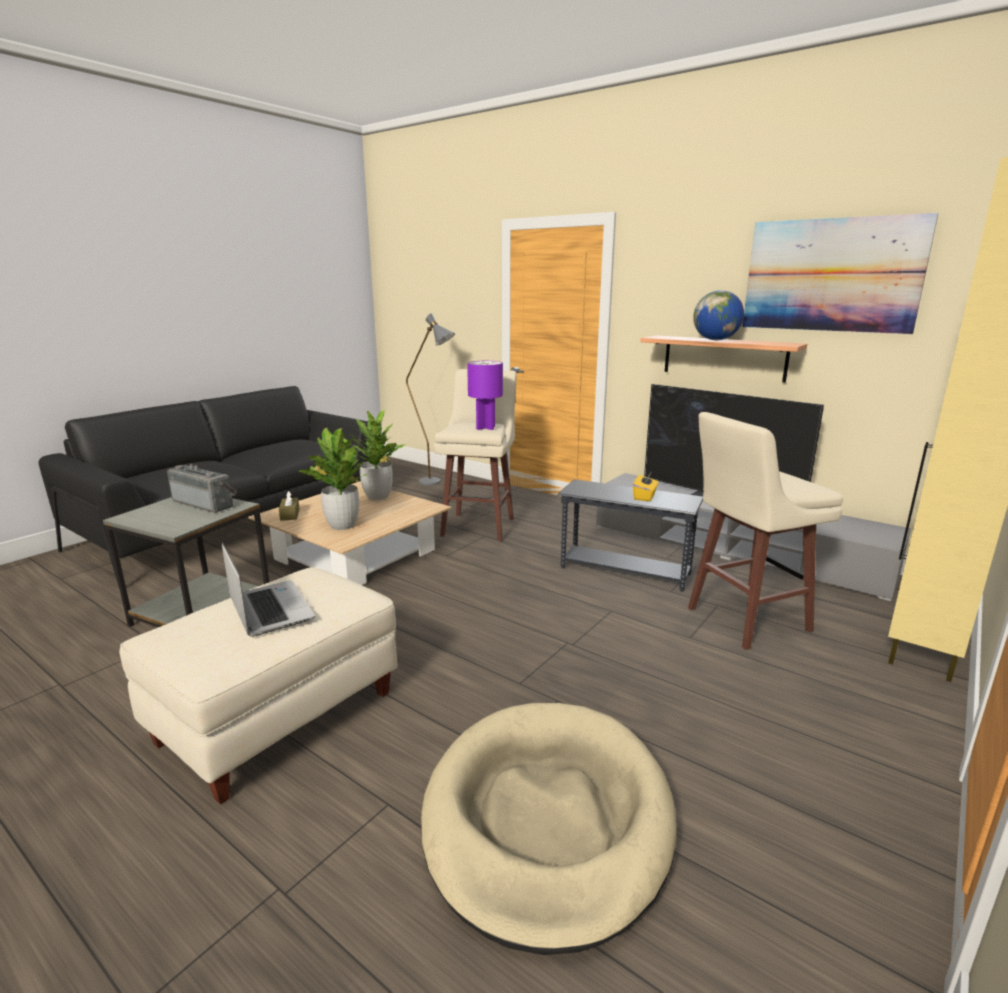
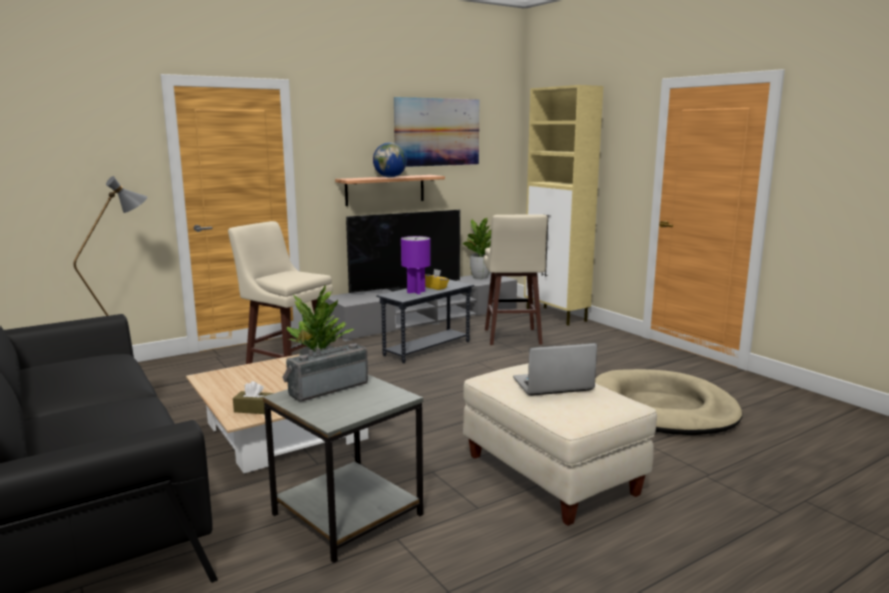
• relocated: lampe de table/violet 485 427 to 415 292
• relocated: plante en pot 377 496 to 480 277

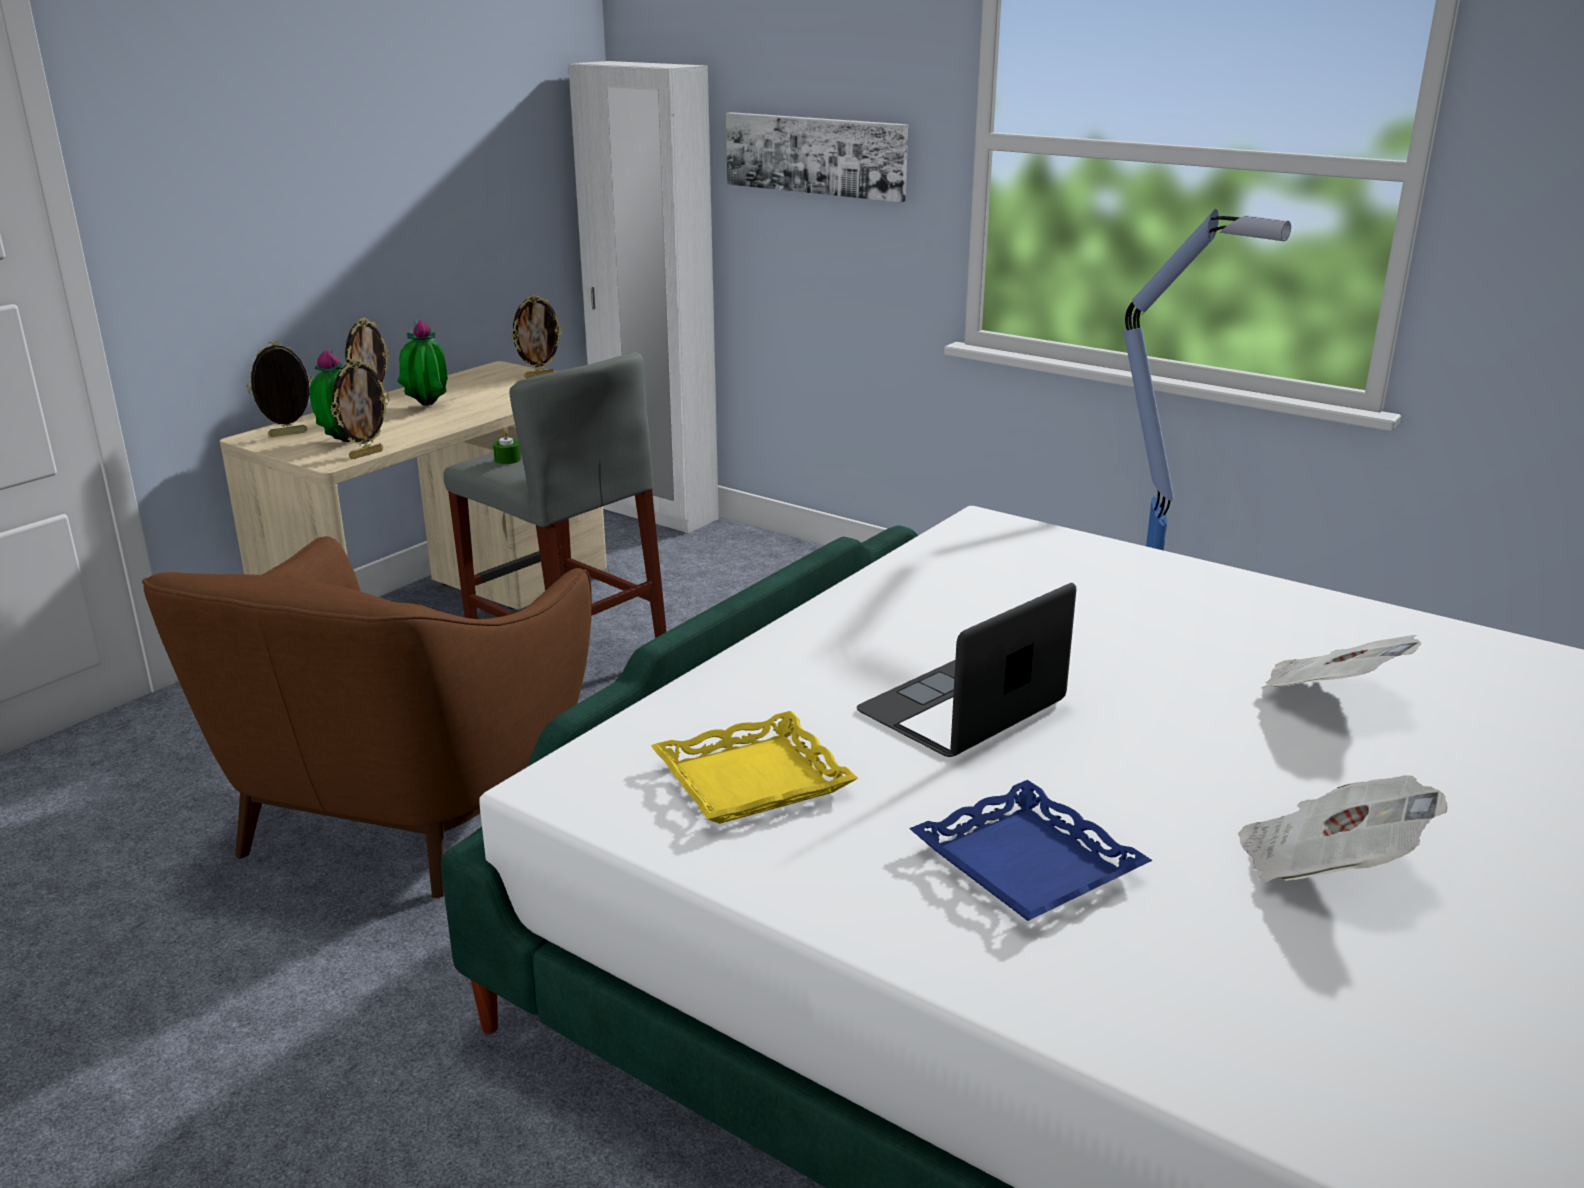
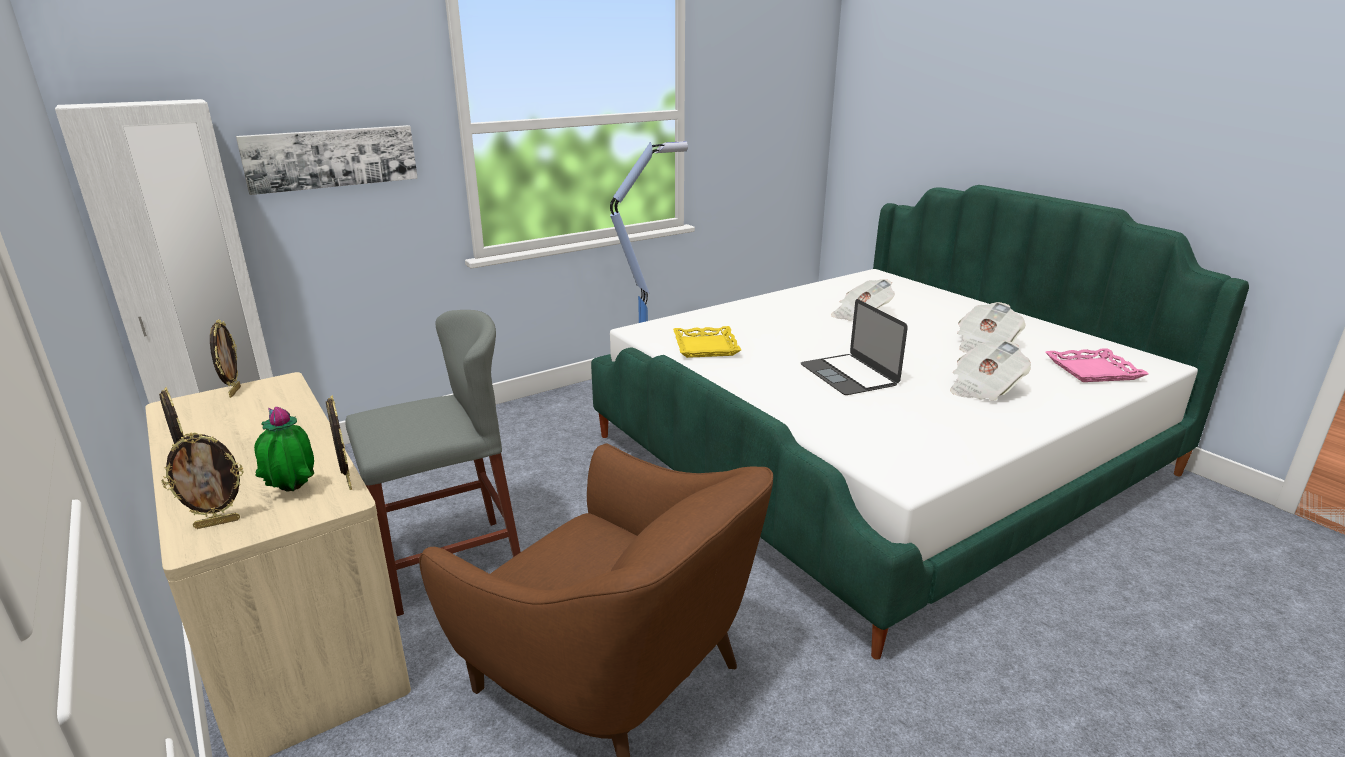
• spun: cadre photo 288 434 = 218 523 105 degrees counterclockwise
• relocated: plateau/jaune 752 779 to 705 347
• exchanged: plateau/bleu 1025 864 to journal 983 389
• appeared: plateau/rose 1092 370
• missing: plante en pot 427 407
• missing: bougie/vert 507 459

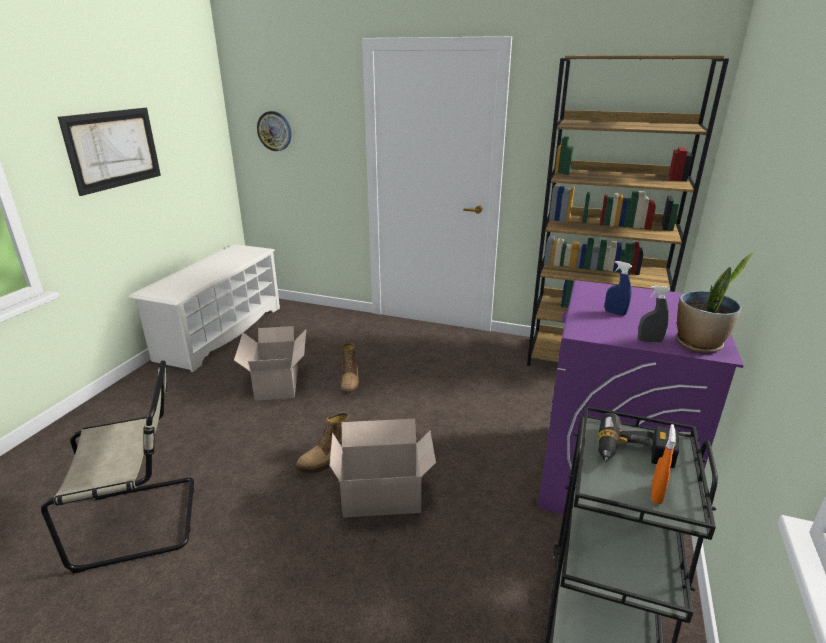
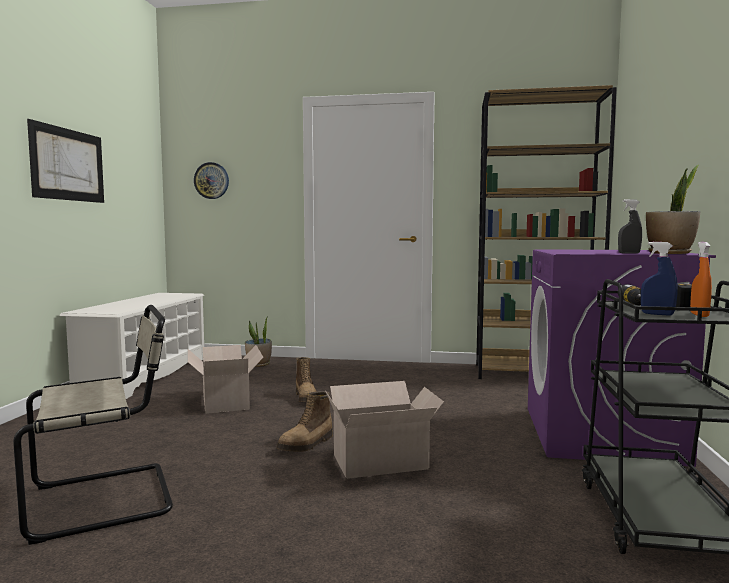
• appeared: plante en pot 259 364
• relocated: vaporisateur/bleu 615 313 to 657 314

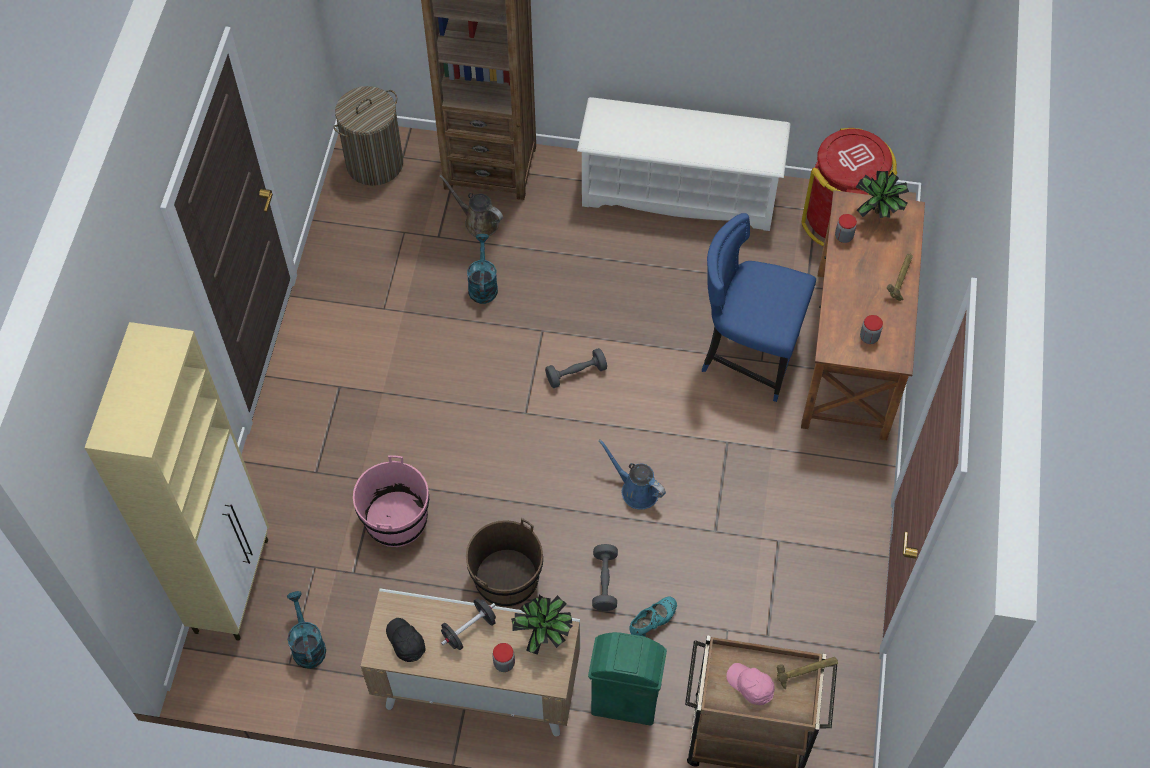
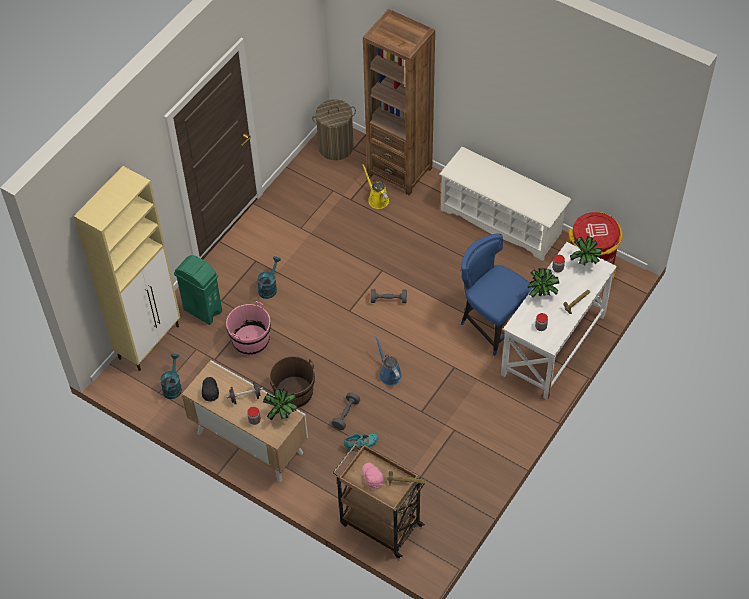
• relocated: poubelle/vert 624 702 to 202 310
• relocated: arrosoir/turquoise 482 284 to 269 287
• colour: arrosoir/marron 478 222 to arrosoir/jaune 377 199
• colour: bureau/marron 852 353 to bureau/blanc 553 345
• appeared: plante en pot 542 293

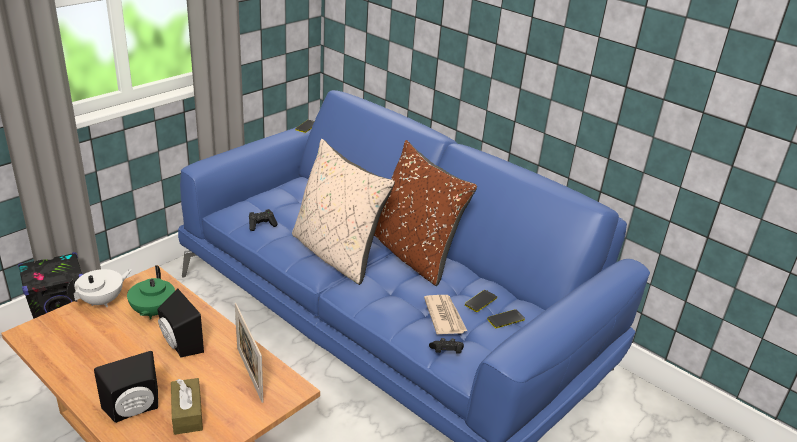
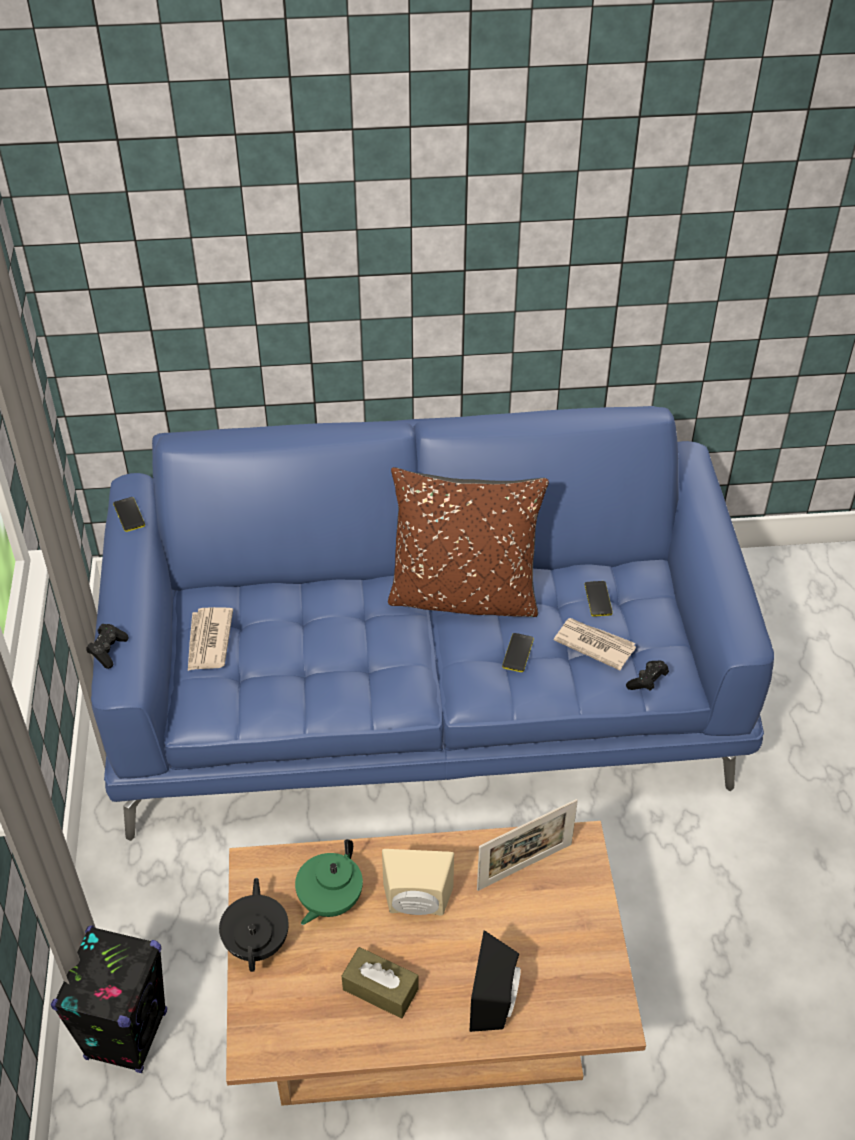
• relocated: manette/noir 261 225 to 108 651
• appeared: journal 208 641
• colour: théière/blanc 103 301 to théière/noir 257 942
• spun: théière/vert 152 312 = 329 901 75 degrees clockwise
• relocated: boîte à mouchoirs/marron 187 413 to 380 989
• colour: enceinte/noir 179 345 to enceinte/beige 417 905
• spun: cadre photo 249 374 = 524 866 45 degrees counterclockwise
• relocated: téléphone 505 319 to 518 653
• missing: coussin/beige 336 254

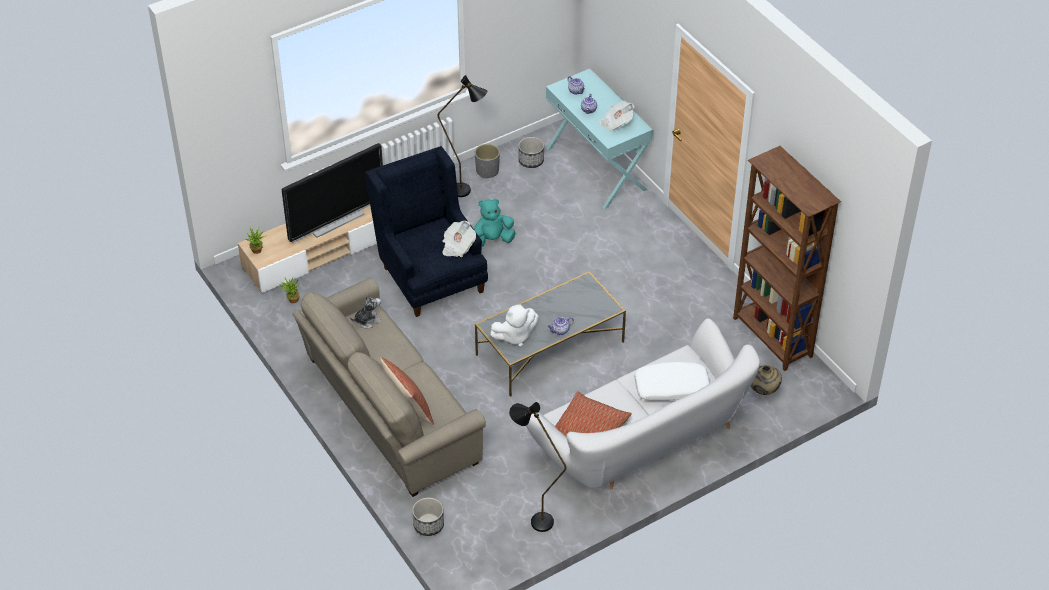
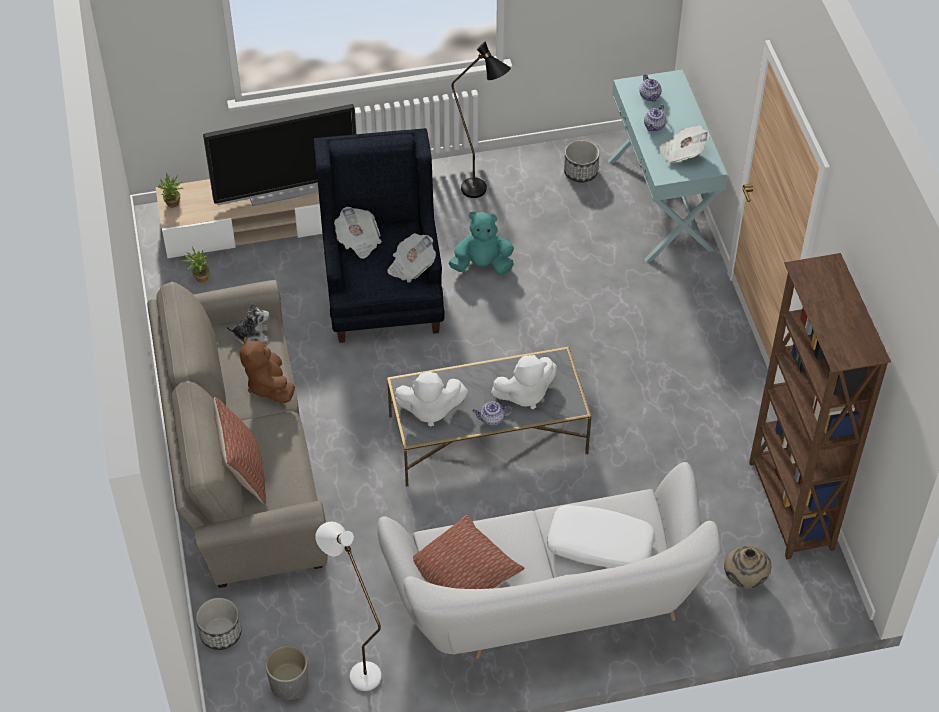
• appeared: peluche/marron 268 385
• relocated: cache-pot/gris 487 171 to 289 684
• colour: lampadaire/noir 534 519 to lampadaire/blanc 357 669
• appeared: journal 358 241
• appeared: peluche/blanc 525 394

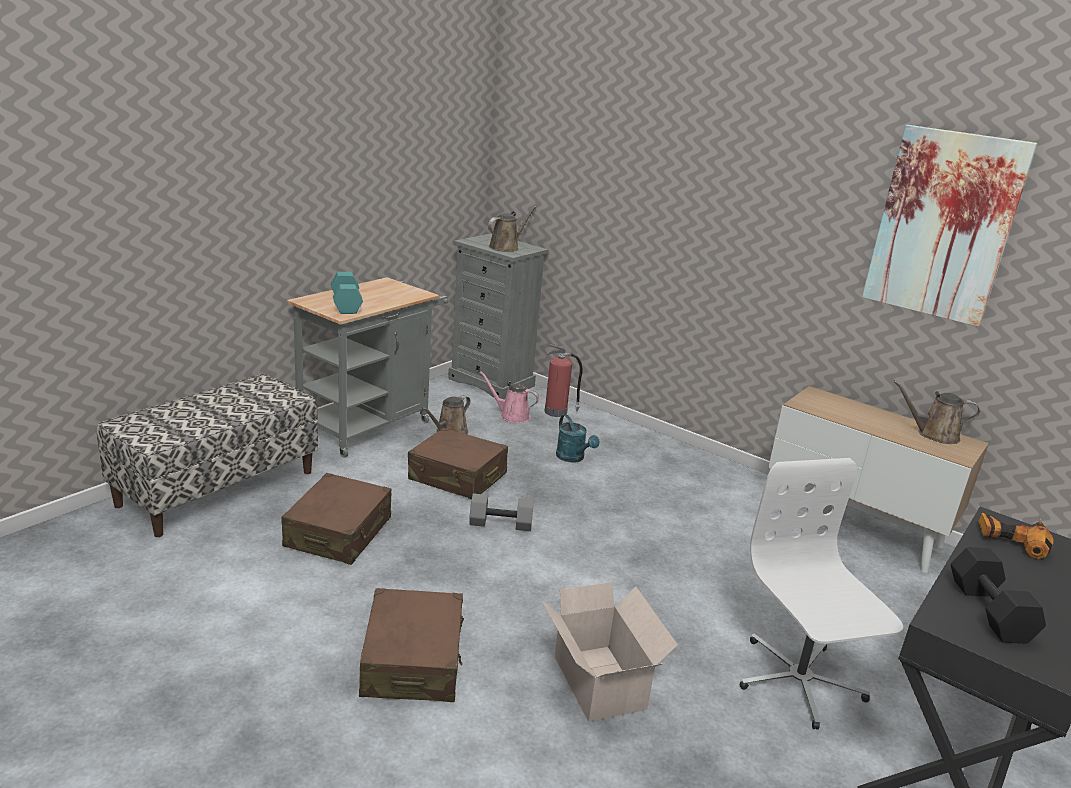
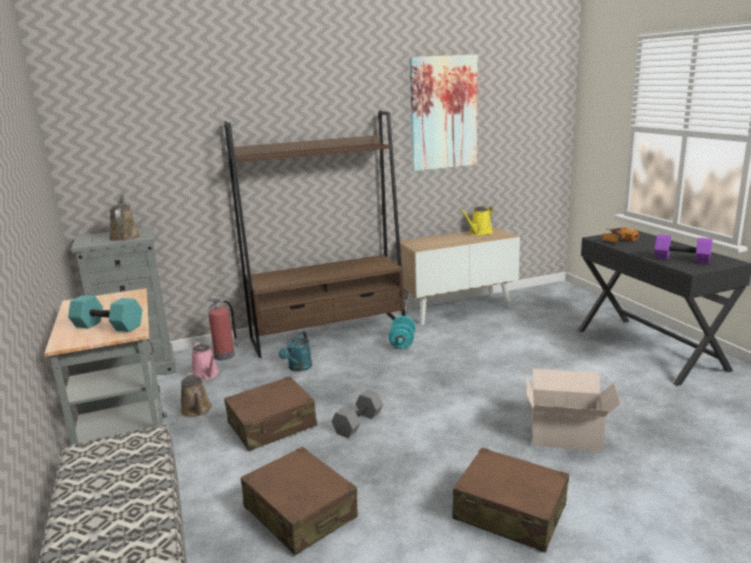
• spun: arrosoir/rose 511 416 = 206 375 90 degrees counterclockwise
• appeared: bibliothèque/marron 329 334
• spun: arrosoir/turquoise 573 458 = 298 368 105 degrees clockwise
• appeared: haltère/turquoise 402 343
• colour: arrosoir/marron 934 434 to arrosoir/jaune 479 233
• colour: haltère/noir 991 612 to haltère/violet 682 259
• missing: chaise de bureau/blanc 798 681

